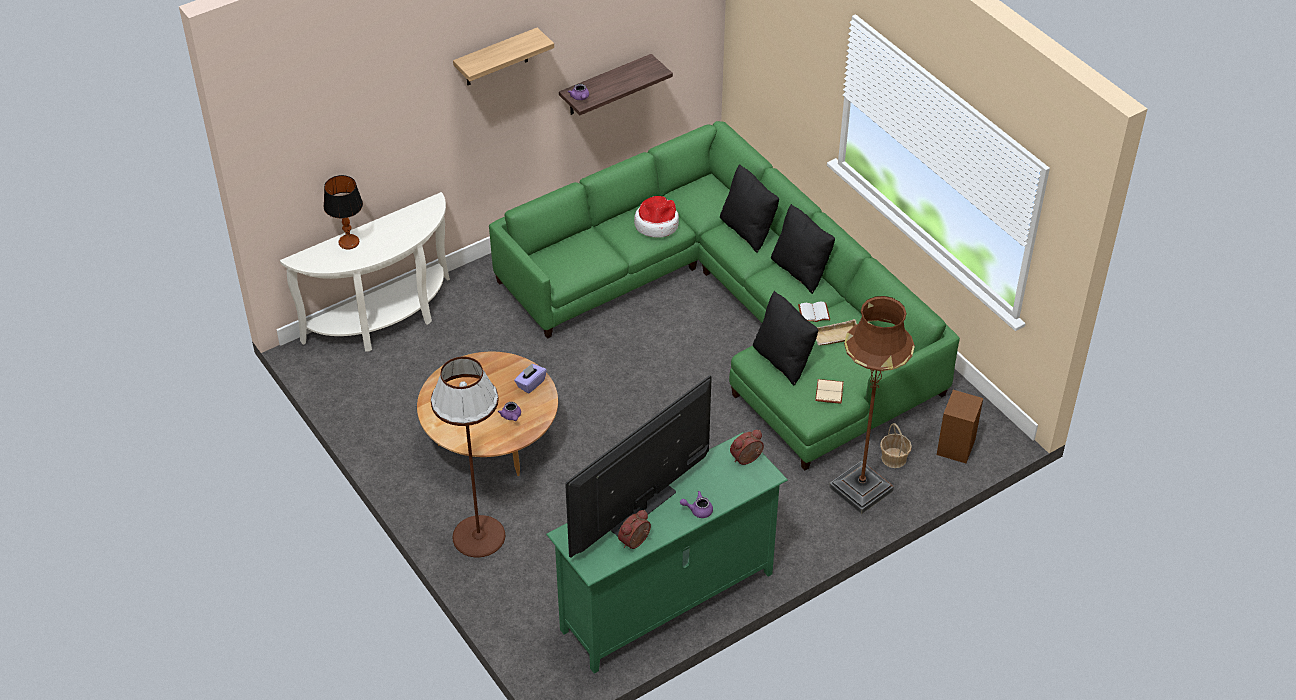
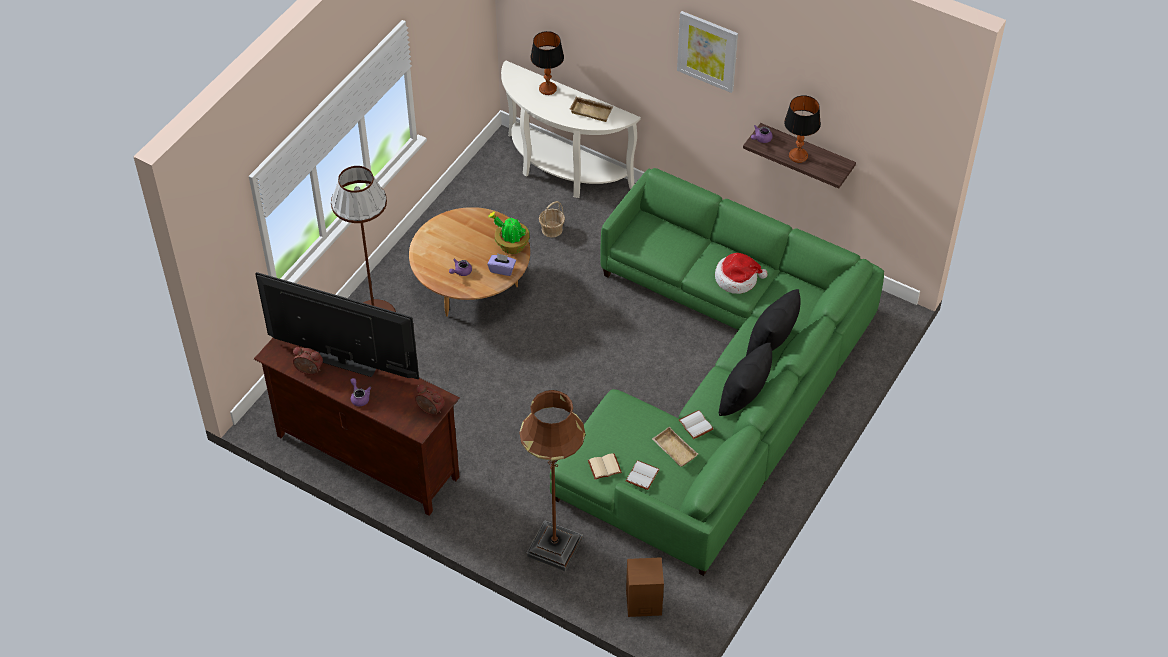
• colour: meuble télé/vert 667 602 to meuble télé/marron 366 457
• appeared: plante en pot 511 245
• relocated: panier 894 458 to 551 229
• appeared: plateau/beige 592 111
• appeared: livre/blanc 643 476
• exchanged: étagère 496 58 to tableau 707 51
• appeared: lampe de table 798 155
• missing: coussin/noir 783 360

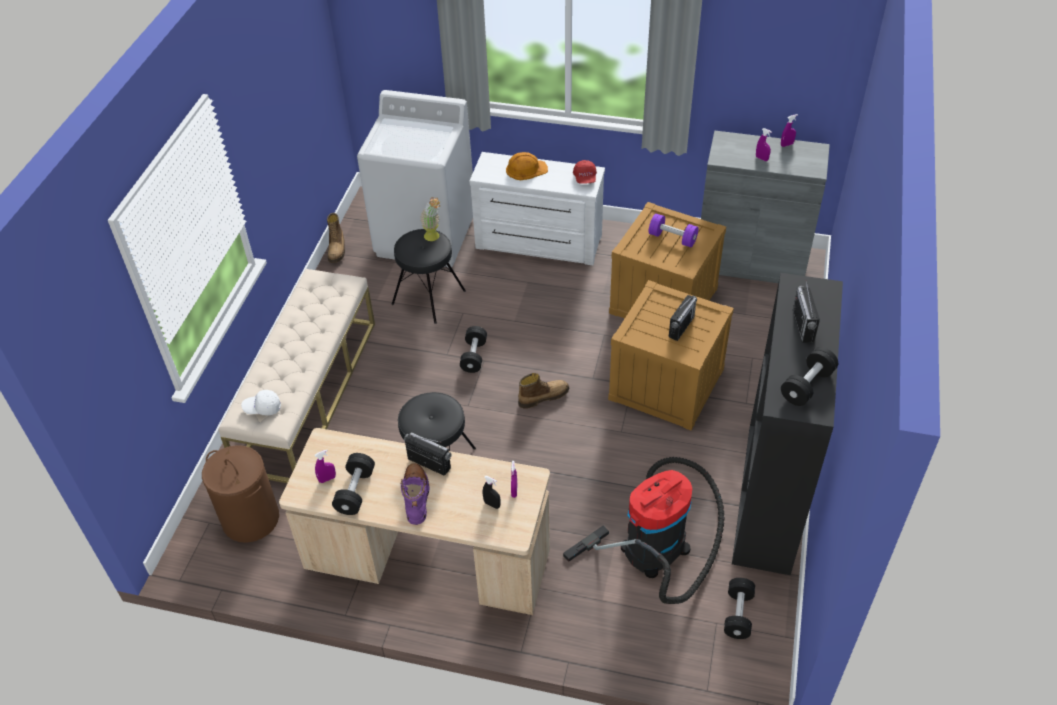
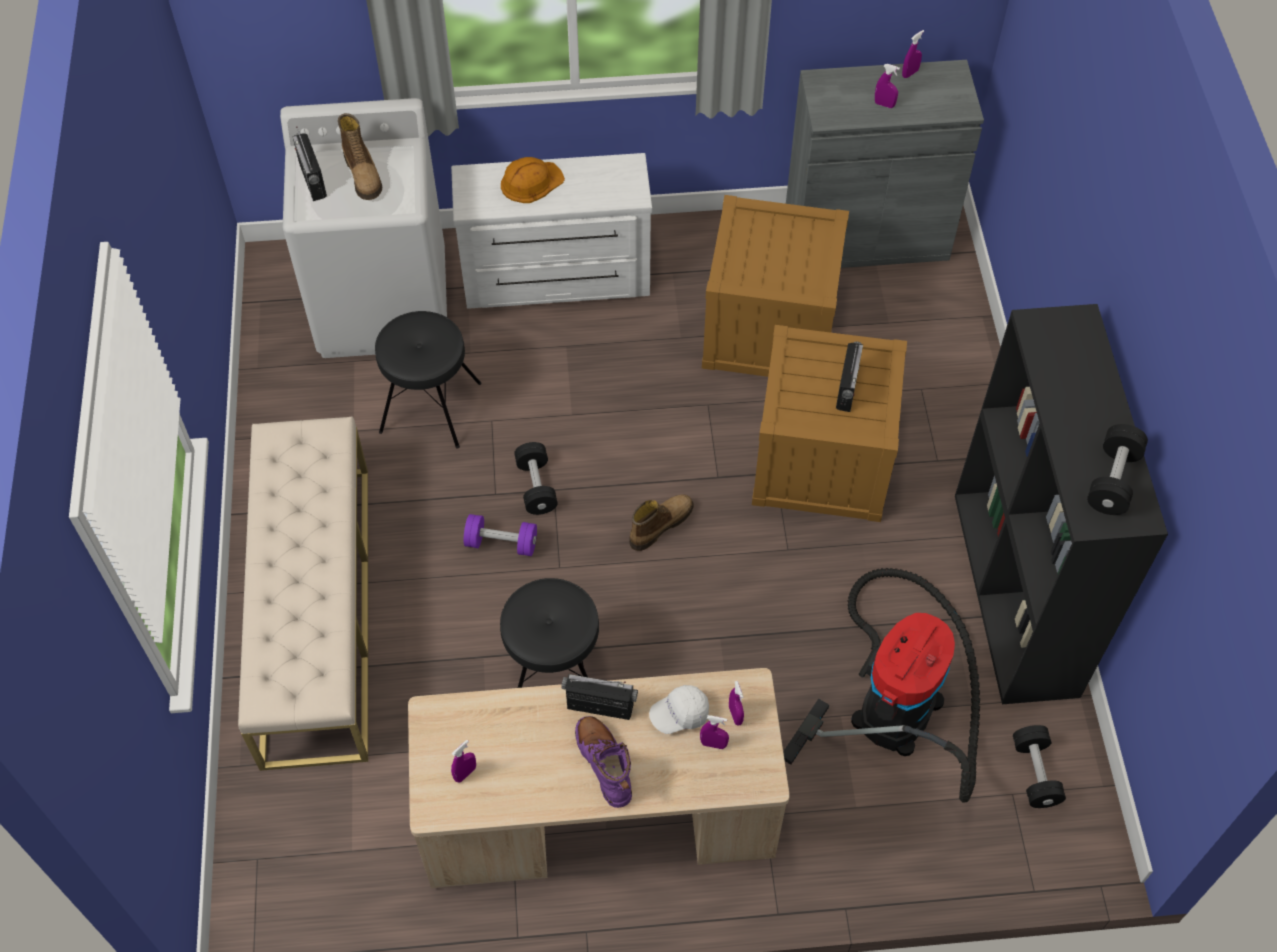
• relocated: radio 803 326 to 312 180
• relocated: botte 337 249 to 364 175
• relocated: haltère/violet 672 238 to 501 543
• relocated: casquette/blanc 262 408 to 679 715
• colour: vaporisateur/noir 492 504 to vaporisateur/violet 713 744
• missing: panier à linge/marron 250 518
• missing: haltère/noir 355 491
• missing: plante en pot 434 238
• missing: casquette/rouge 585 178

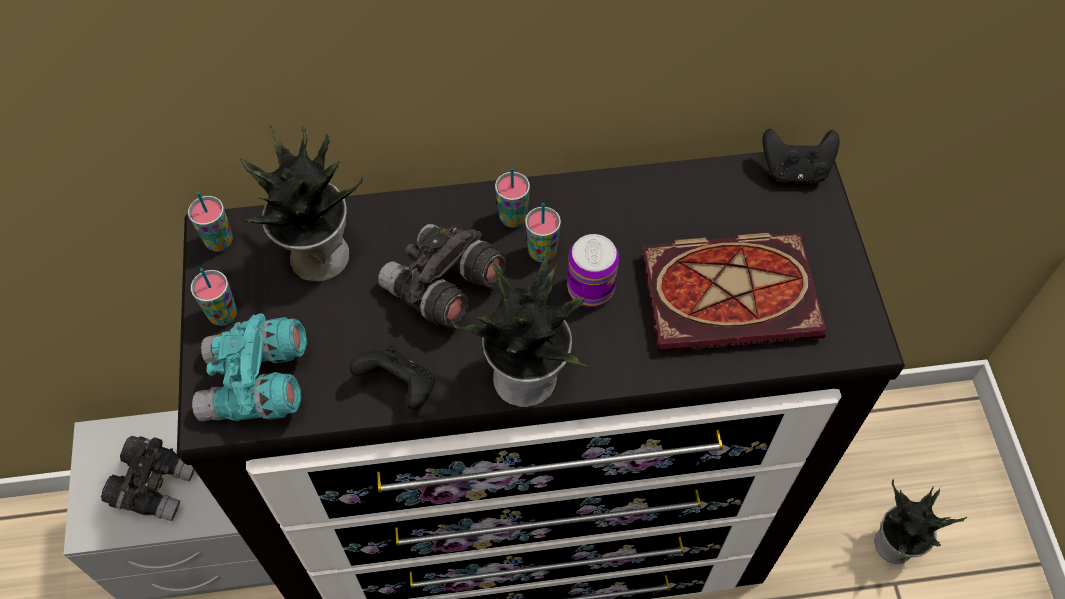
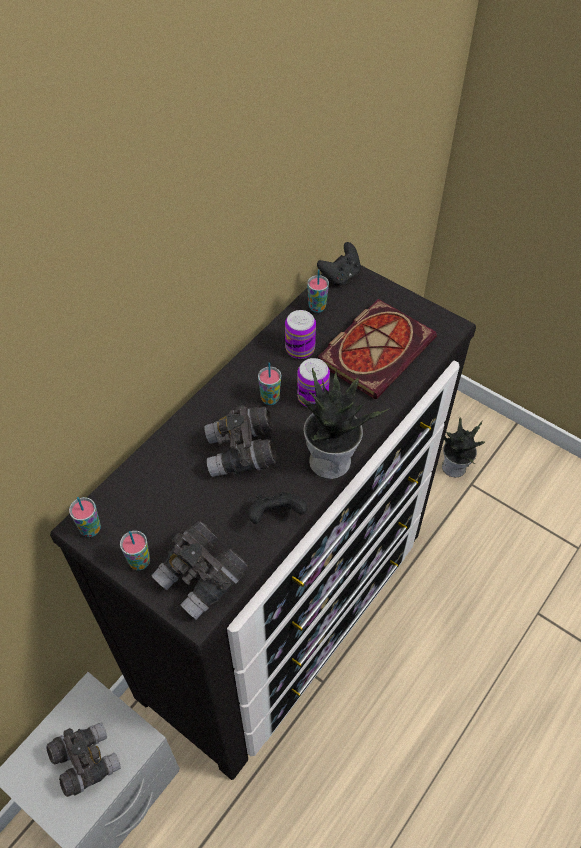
• colour: jumelles/turquoise 257 385 to jumelles/gris 202 578
• appeared: boîte métallique 300 349
• relocated: tasse 513 218 to 317 307
• missing: plante en pot 316 255

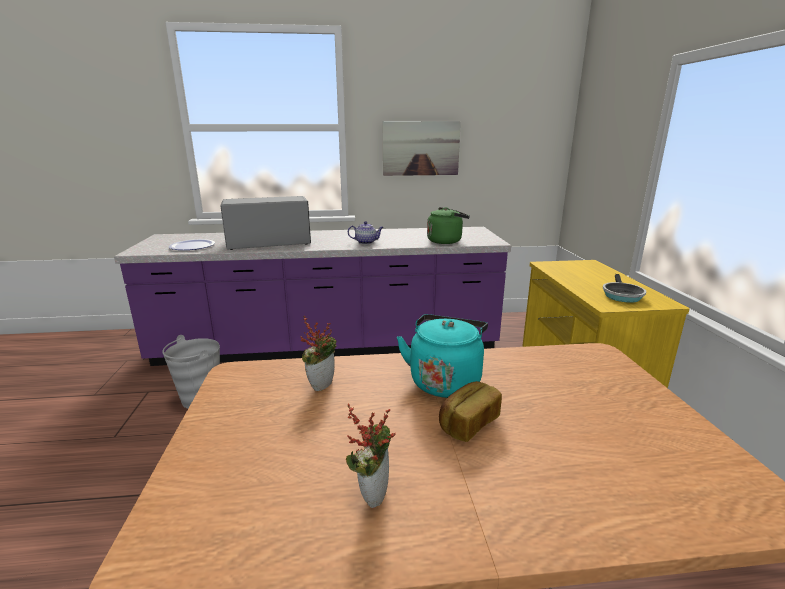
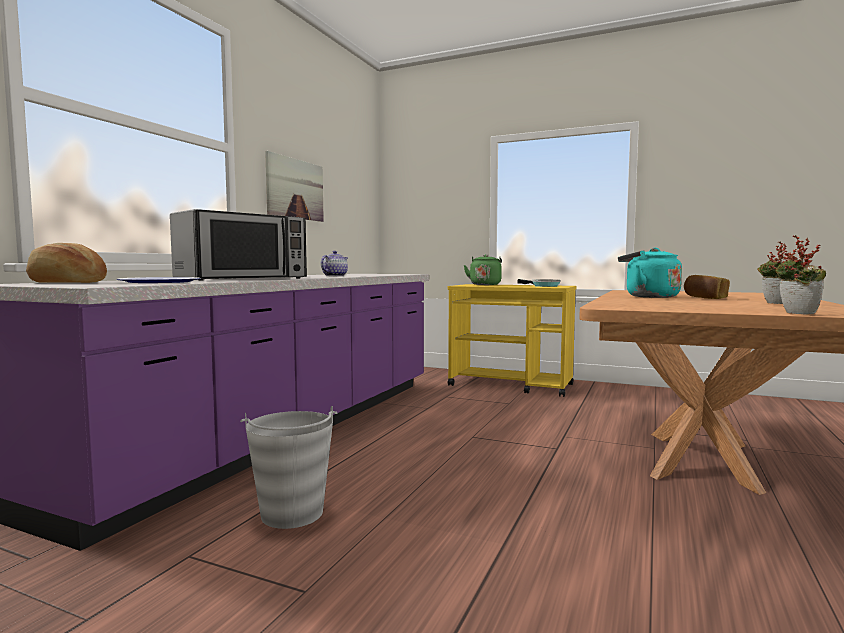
• appeared: pain 67 282
• spun: micro-ondes 268 242 = 243 279 150 degrees counterclockwise
• relocated: bouilloire/vert 446 241 to 485 284
• relocated: plante en pot 321 384 to 795 313

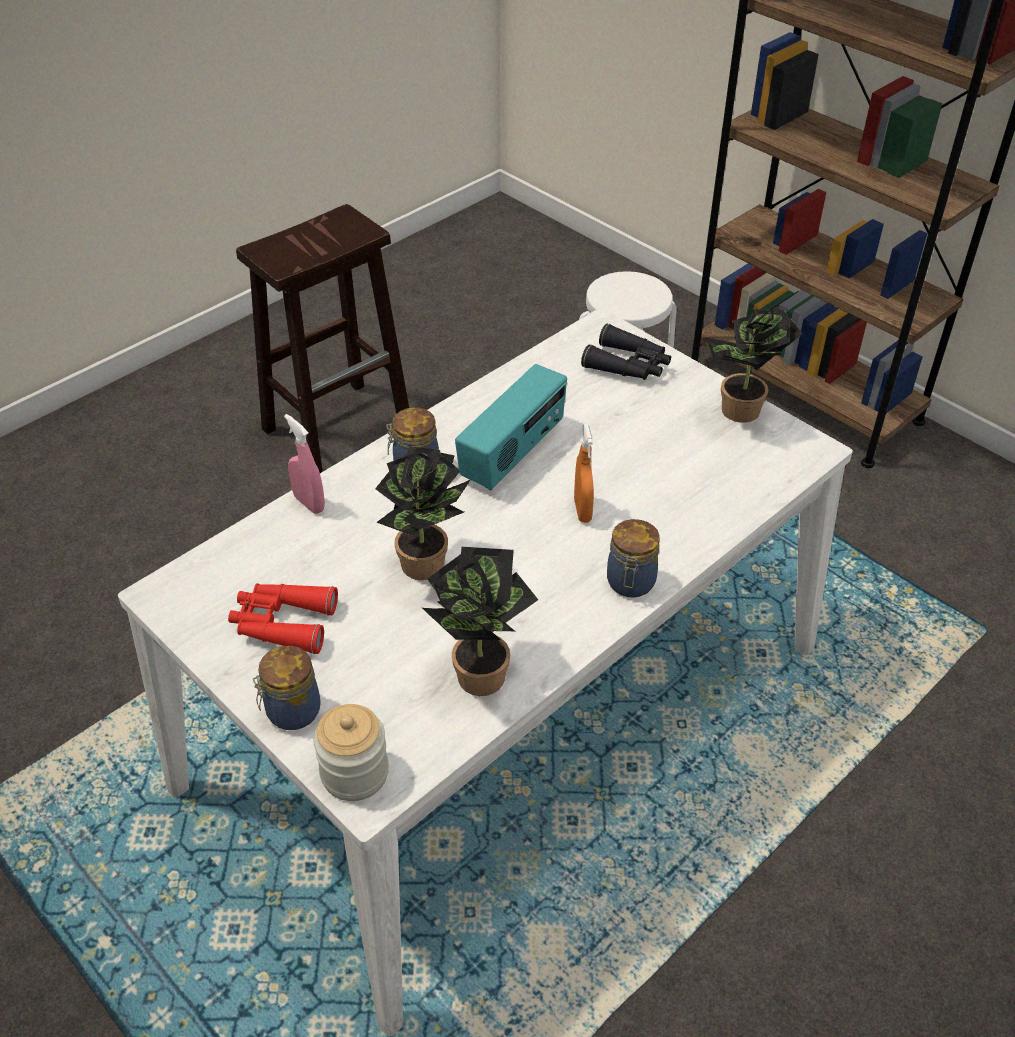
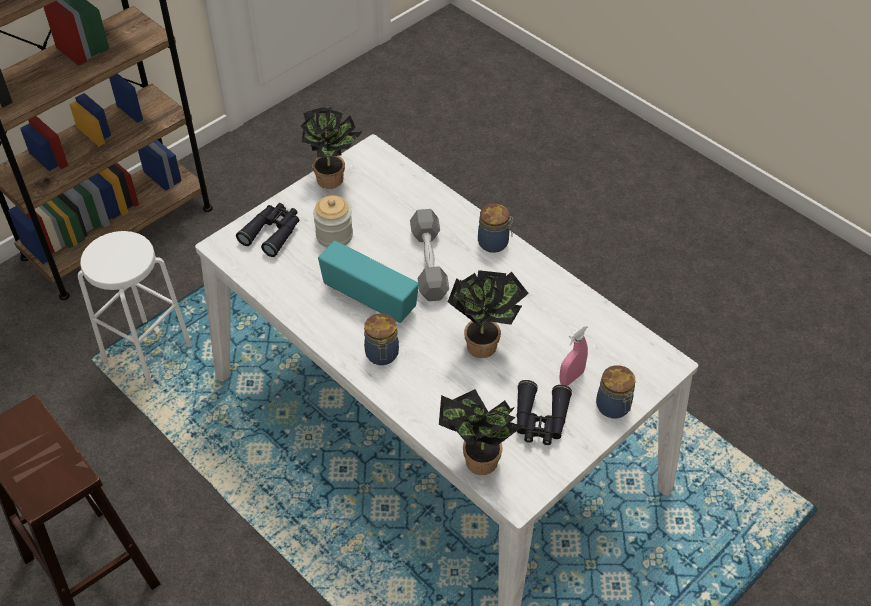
• relocated: bocal 355 773 to 334 236
• exchanged: vaporisateur/orange 582 510 to haltère/gris 429 263
• relocated: plante en pot 479 671 to 476 462
• colour: jumelles/rouge 282 623 to jumelles/noir 540 420
• relocated: vaporisateur/rose 309 503 to 571 377

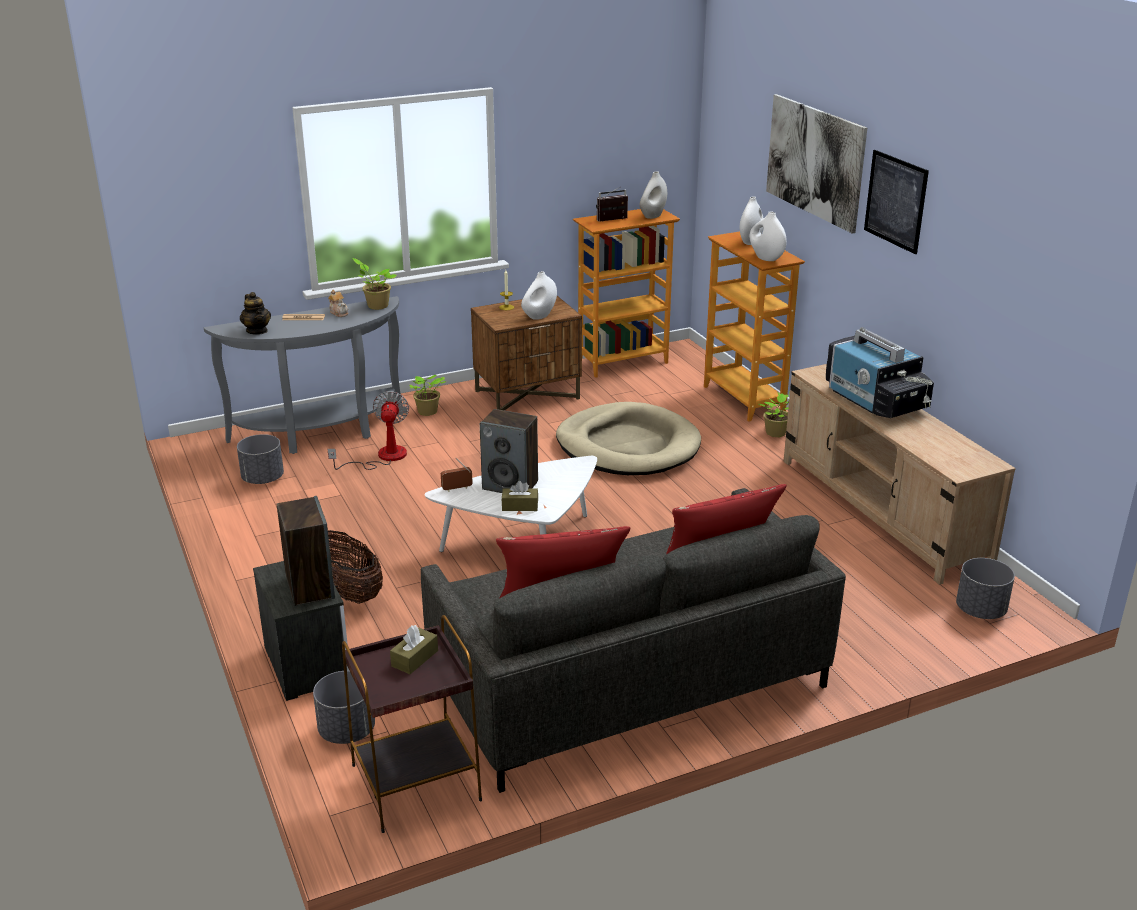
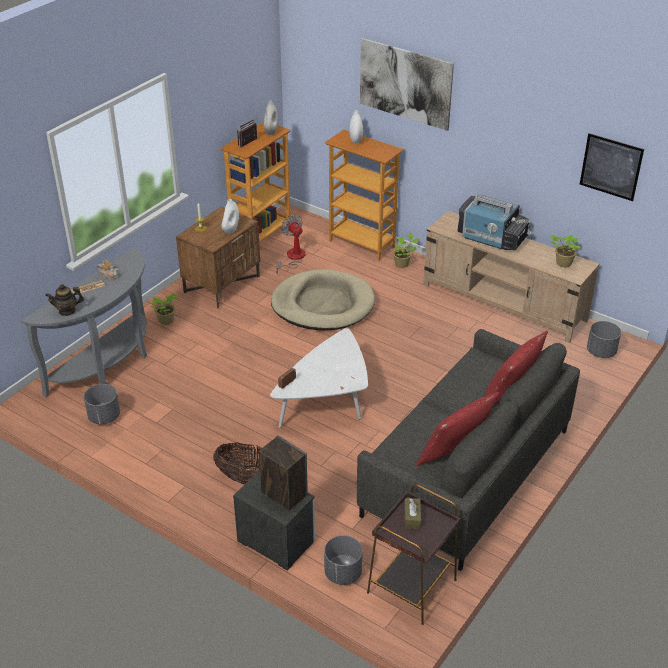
• spun: théière 257 331 = 67 311 135 degrees clockwise
• relocated: ventilateur 382 457 to 293 258
• relocated: plante en pot 376 306 to 562 263
• relocated: tableau 895 201 to 611 167
• missing: enceinte 511 485
• missing: boîte à mouchoirs/marron 520 506
• missing: vase/blanc 766 258

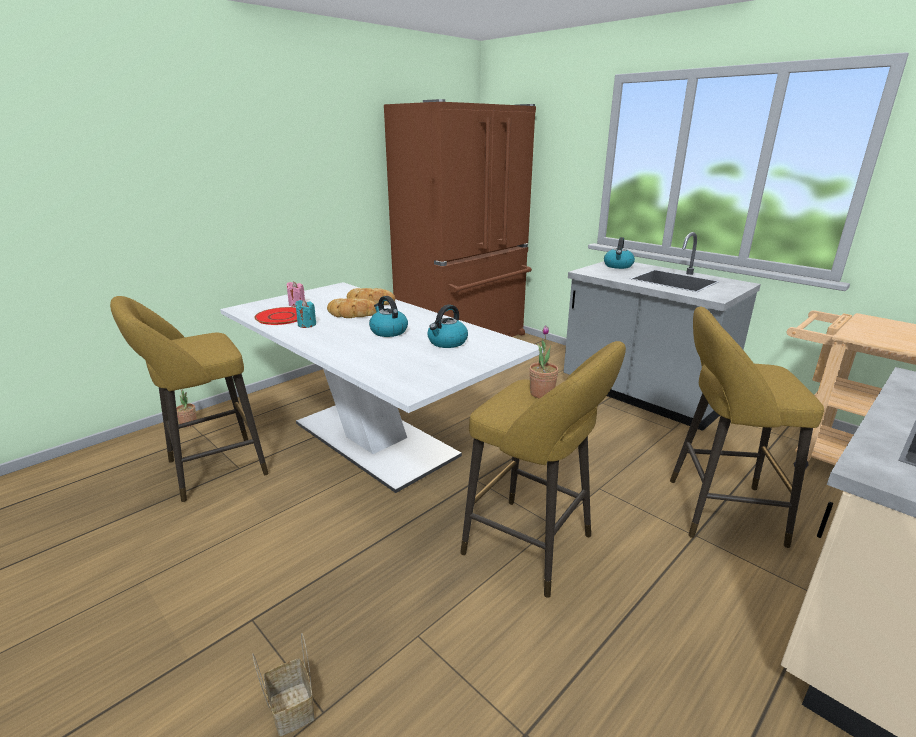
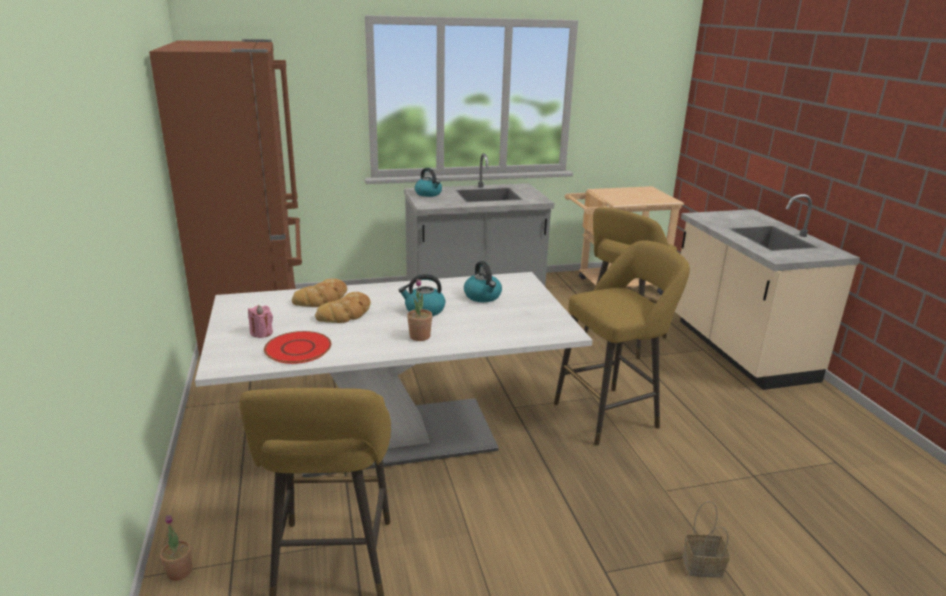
• relocated: plante en pot 542 393 to 420 336
• missing: bougie/turquoise 307 325

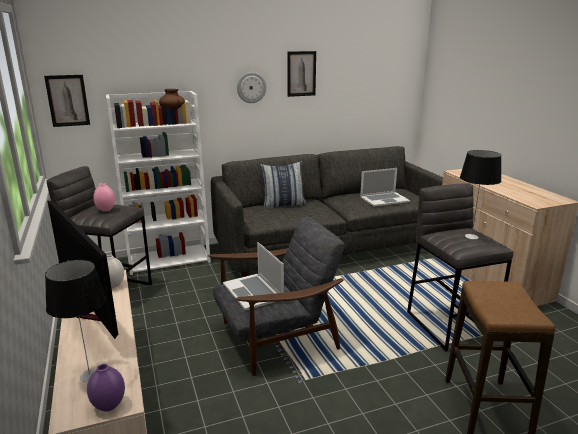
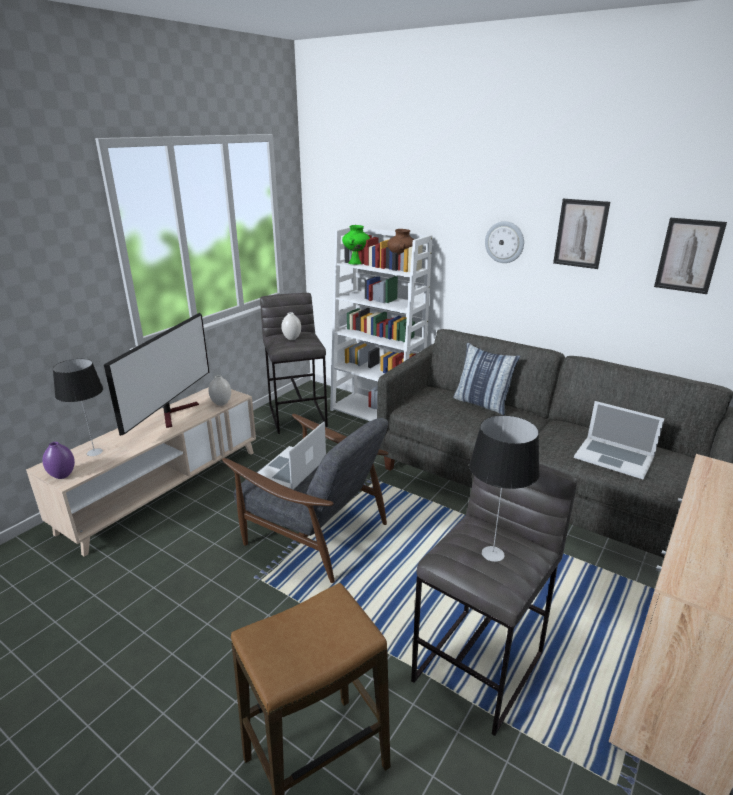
• colour: vase/rose 105 210 to vase/blanc 291 338
• appeared: vase/vert 356 263
• relocated: tableau 67 100 to 688 255

